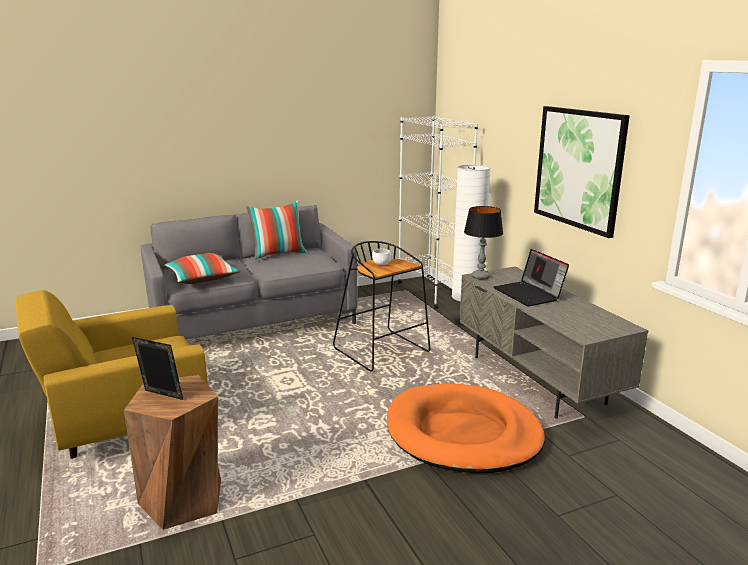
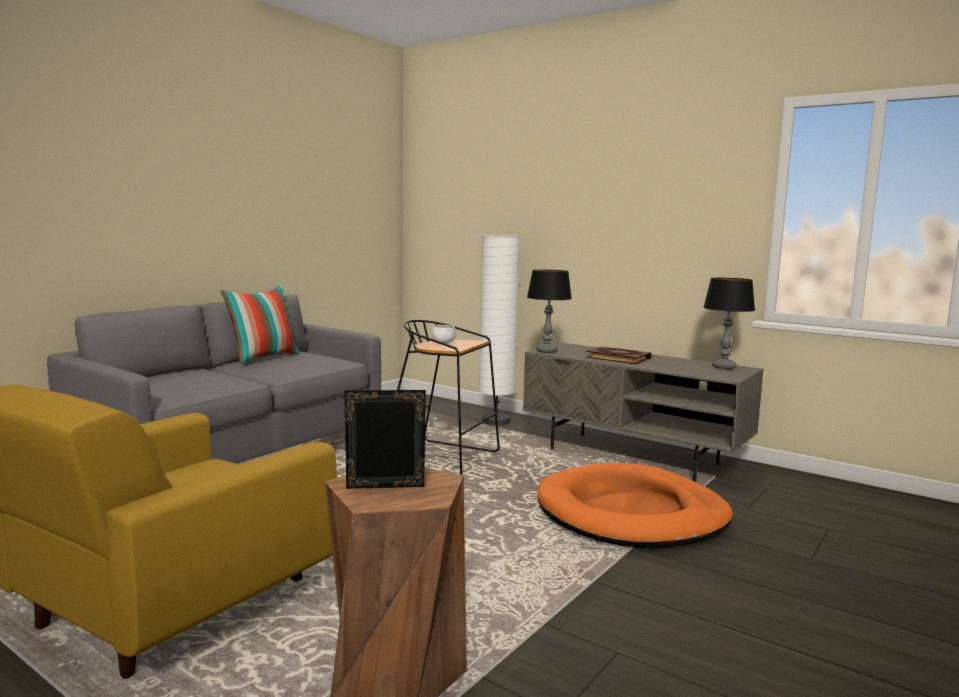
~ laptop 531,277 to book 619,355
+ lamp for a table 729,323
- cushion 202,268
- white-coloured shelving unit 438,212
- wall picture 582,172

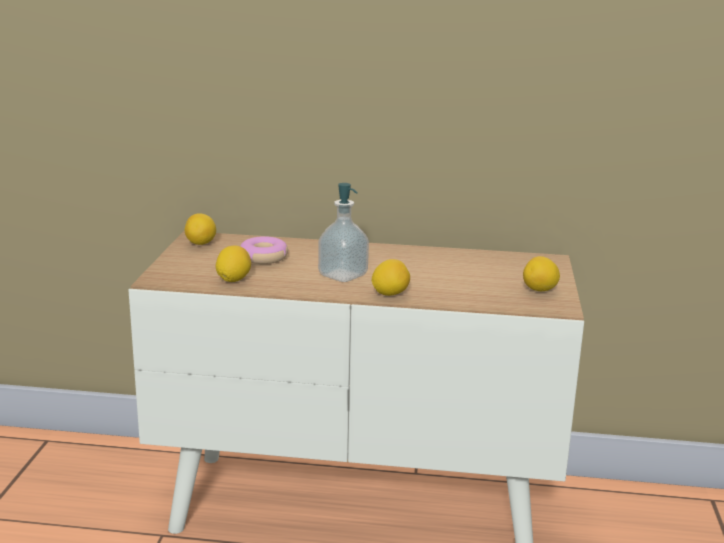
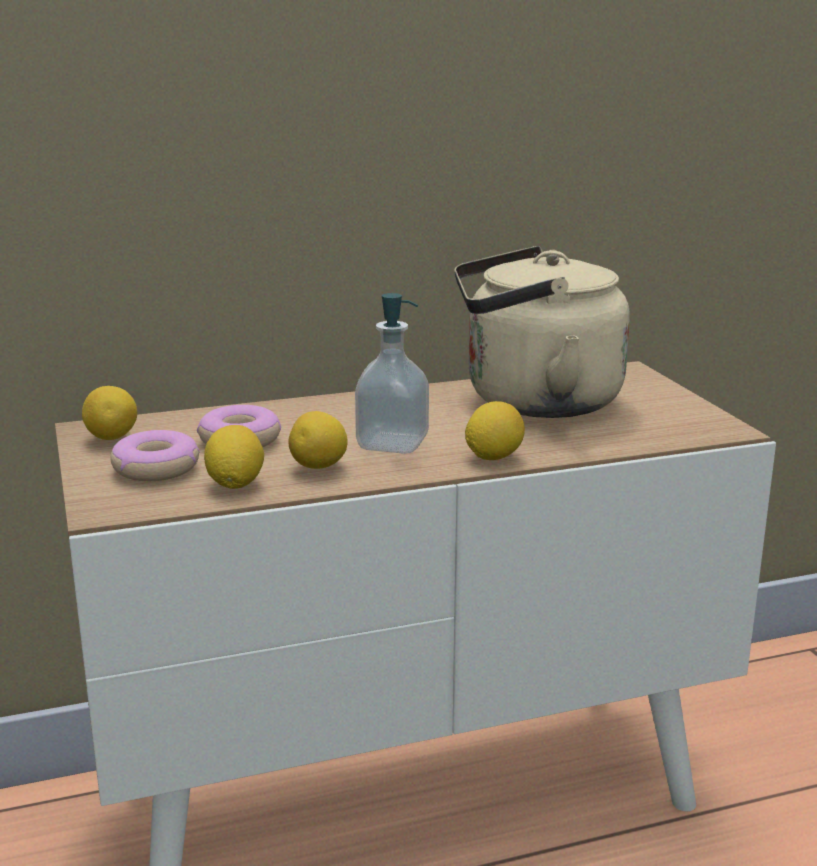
+ donut 154,455
~ whole lemon 541,273 to 318,440
+ sand-coloured water kettle 542,332

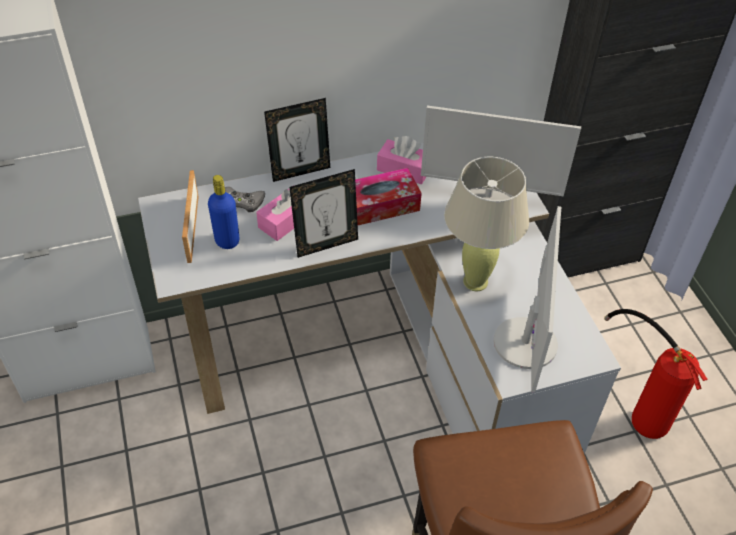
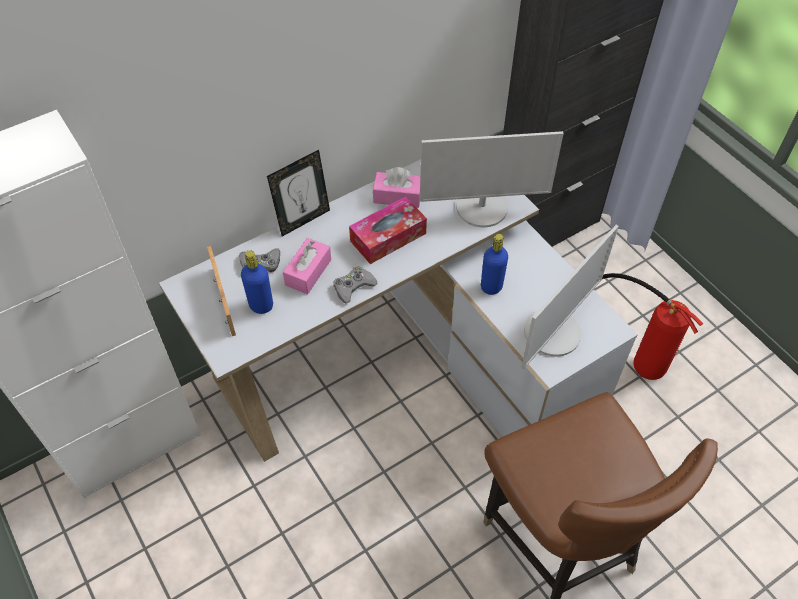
~ standing frame 323,213 to greyish game controller 356,285
~ sand-coloured lamp for a table 486,223 to blue-coloured drink bottle 494,264
~ monitor 527,299 = 570,297 45 degrees clockwise

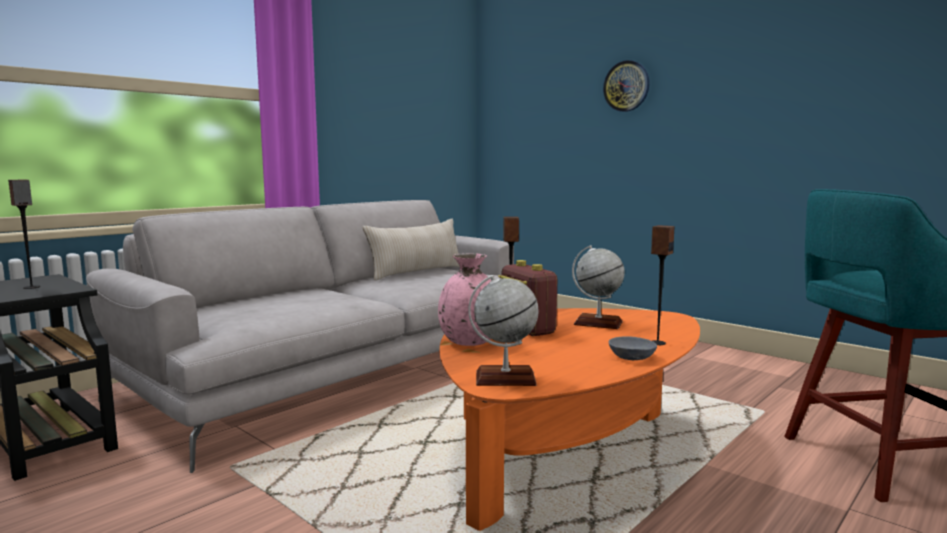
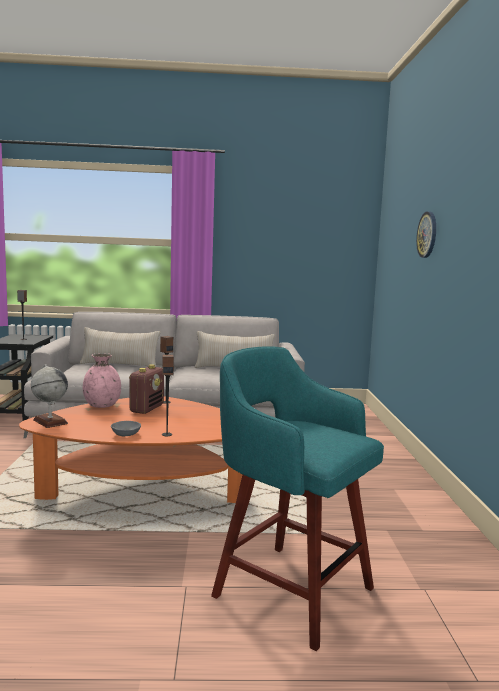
+ sand-coloured cushion 120,347
- desk globe 598,287

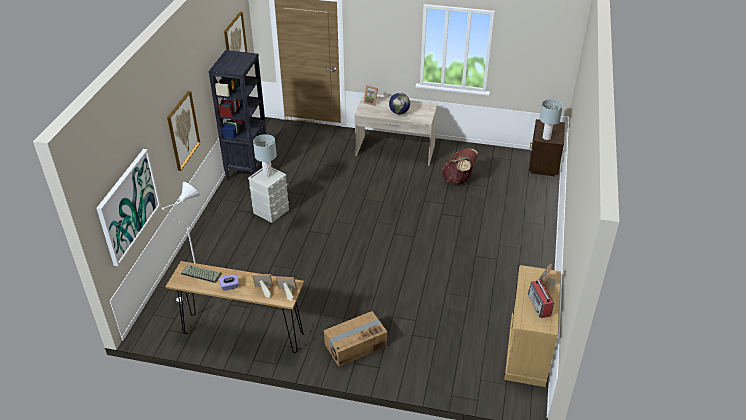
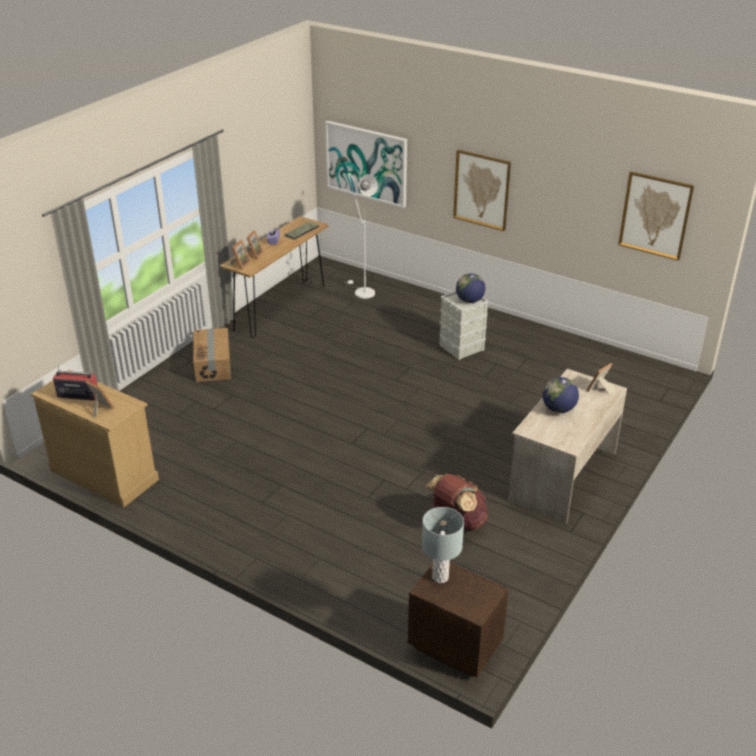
~ greyish lamp for a table 265,155 to desk globe 470,288
- black shelving unit 238,114

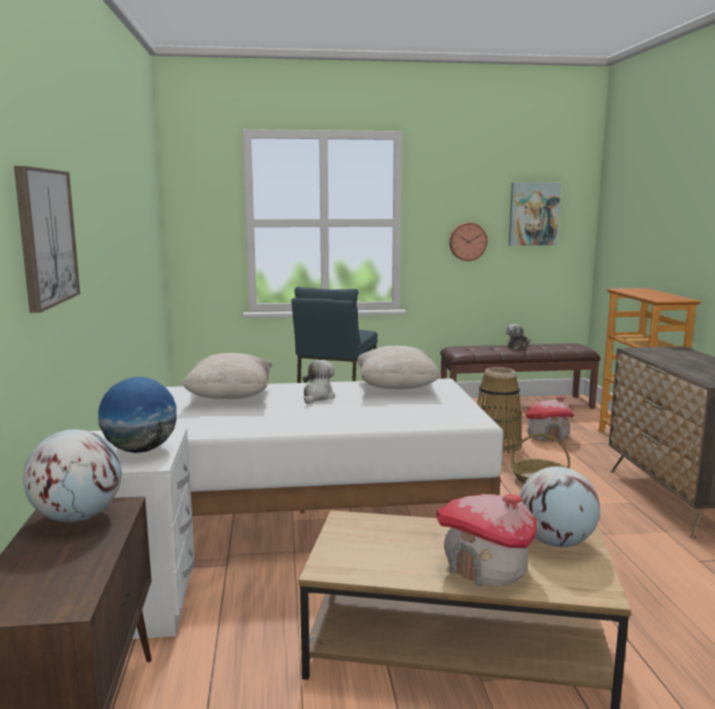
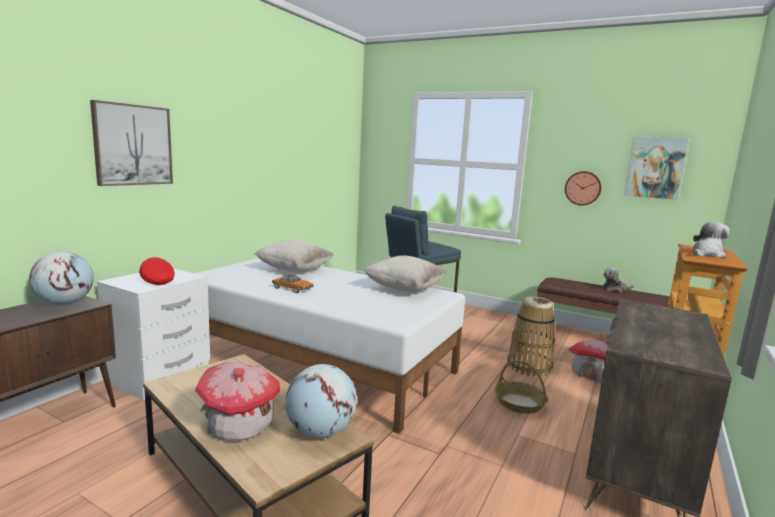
~ desk globe 137,415 to red peaked cap 157,271
+ model car 293,284
~ cuddly toy 318,382 to 710,240

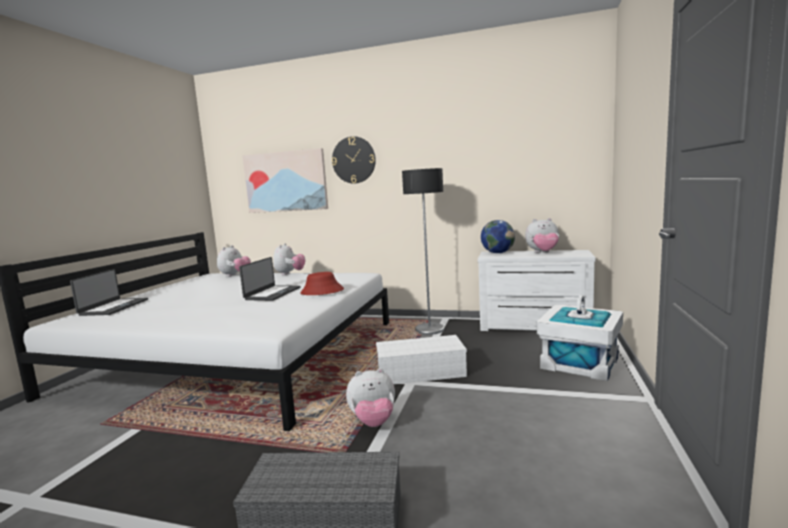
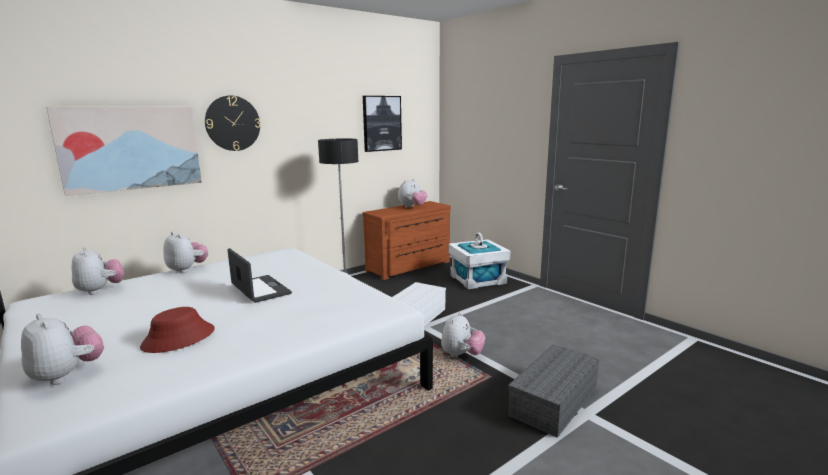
~ laptop 109,292 to cuddly toy 62,349
~ red hat 322,283 to 177,330
~ white-coloured drawer chest 537,290 to brown-coloured drawer chest 406,240
+ wall picture 382,124
- desk globe 498,236

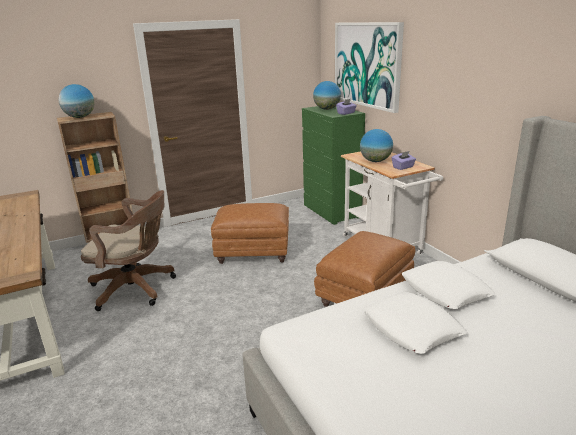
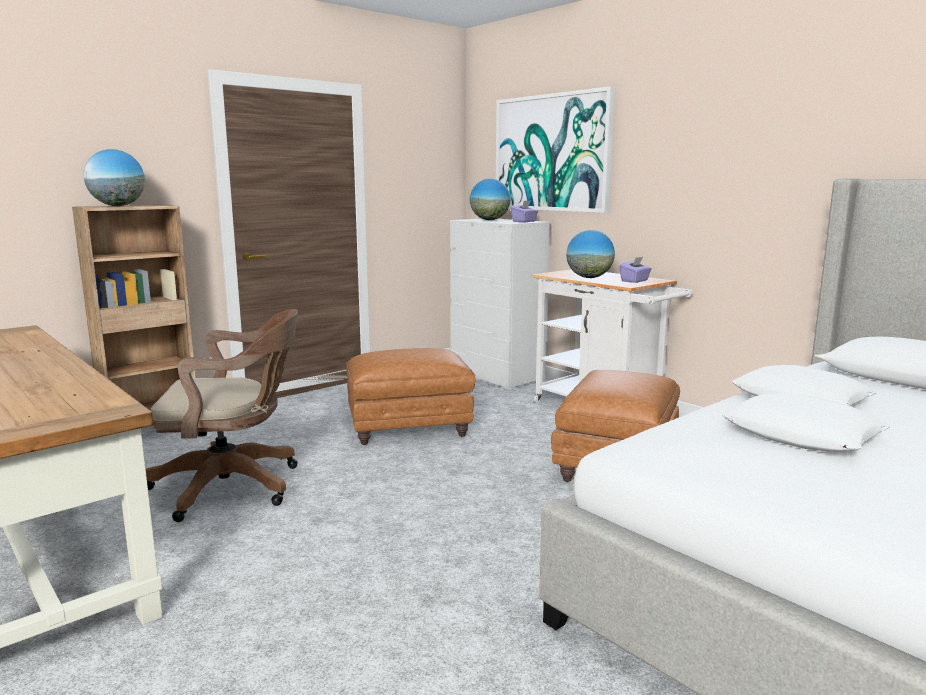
~ green-coloured drawer chest 333,165 to white-coloured drawer chest 500,304

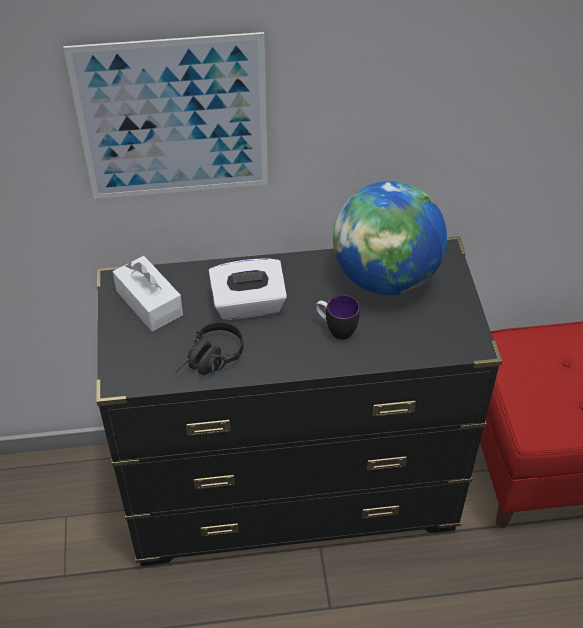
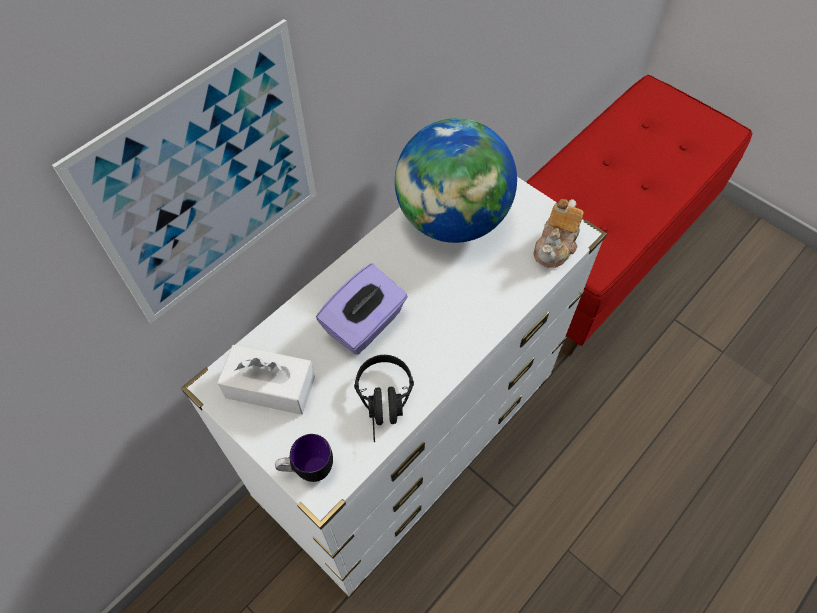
~ black drawer chest 299,401 to white-coloured drawer chest 394,387
~ tea mug 338,317 to 304,458
~ white-coloured tissue box 247,289 to purple-coloured tissue box 362,309
+ tea pot 559,233

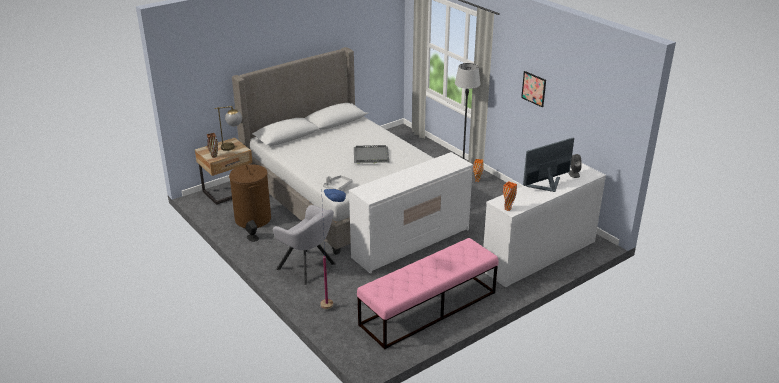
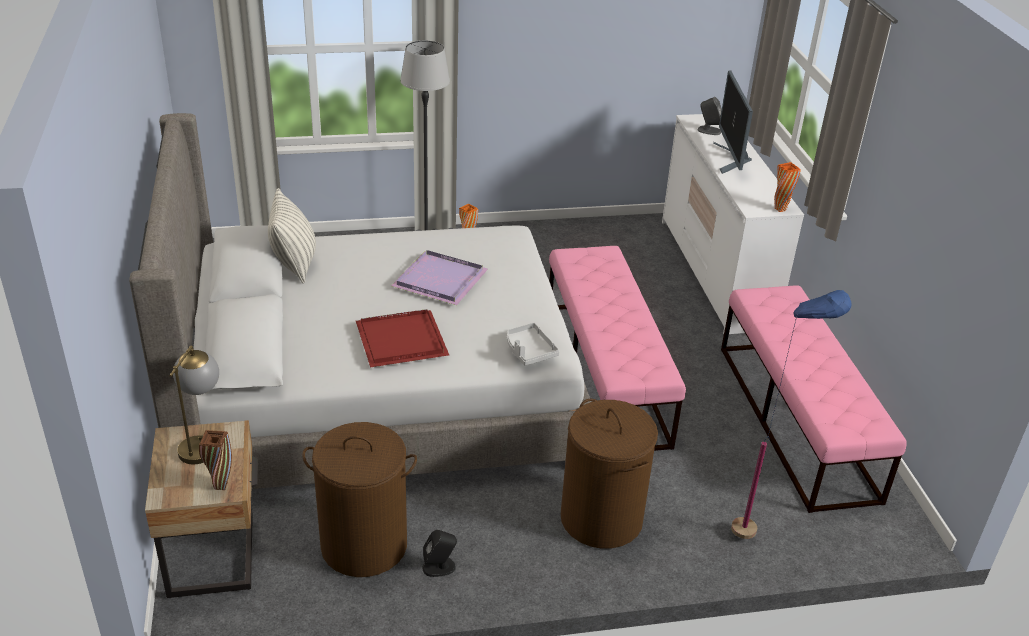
+ cushion 292,236
+ red tray 402,338
~ greyish tray 371,154 to purple-coloured tray 439,277
~ white-coloured drawer chest 411,213 to pink long seat 617,348
~ greyish easy chair 304,245 to brown-coloured laundry basket 609,474
- wall picture 533,89

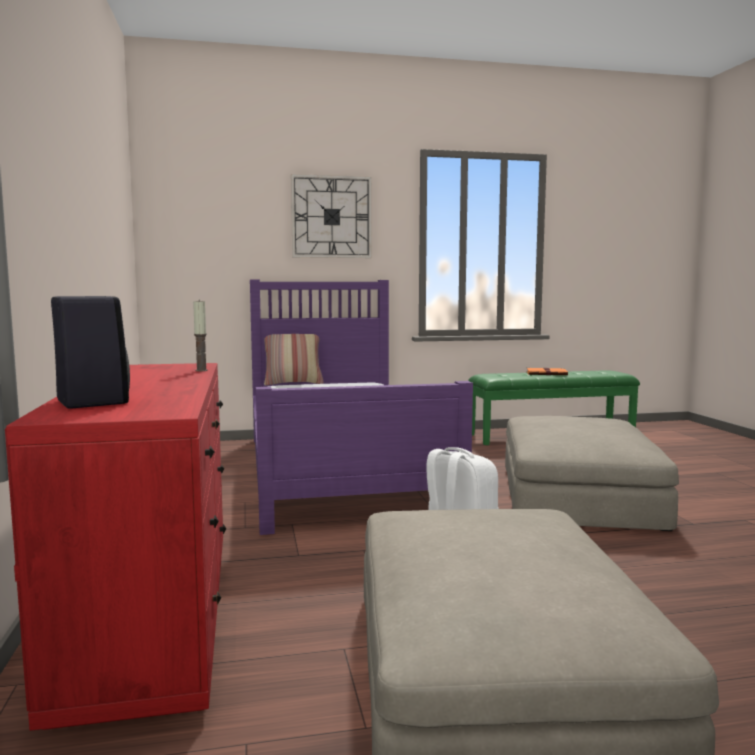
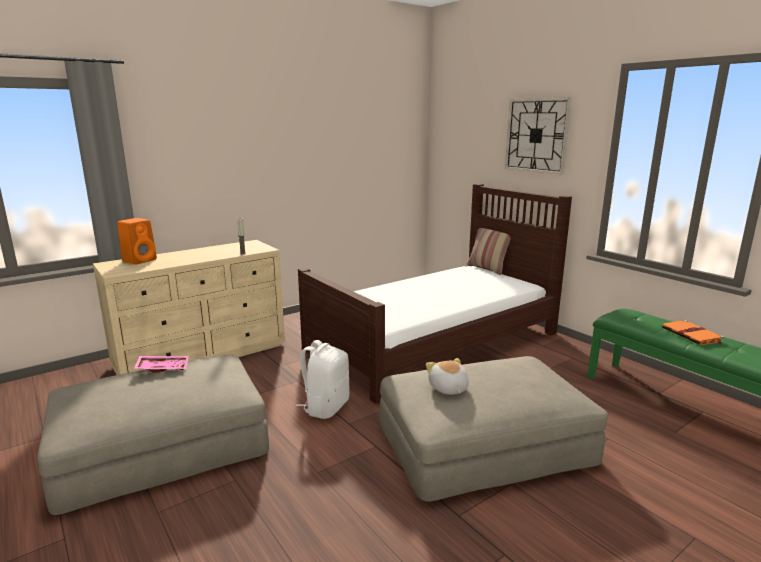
~ red drawer chest 115,547 to sand-coloured drawer chest 189,307
~ black speaker 90,352 to orangey speaker 137,241
+ pink tray 161,364
~ purple-coloured bedroom bed 361,407 to brown-coloured bedroom bed 435,294
+ cuddly toy 447,376

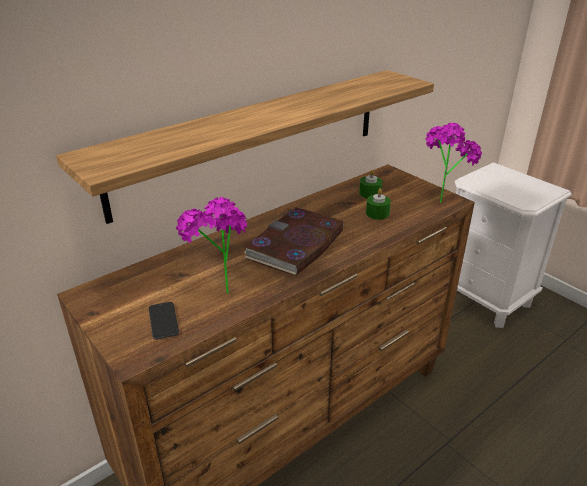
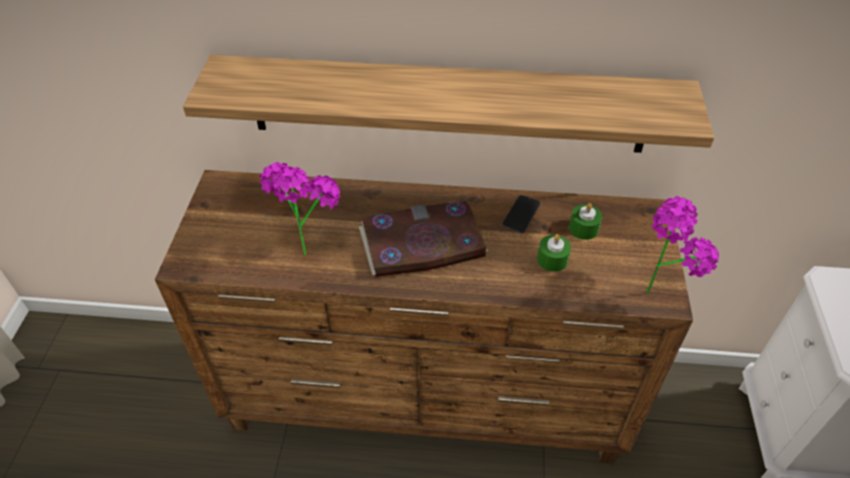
~ telephone 164,321 to 521,214

